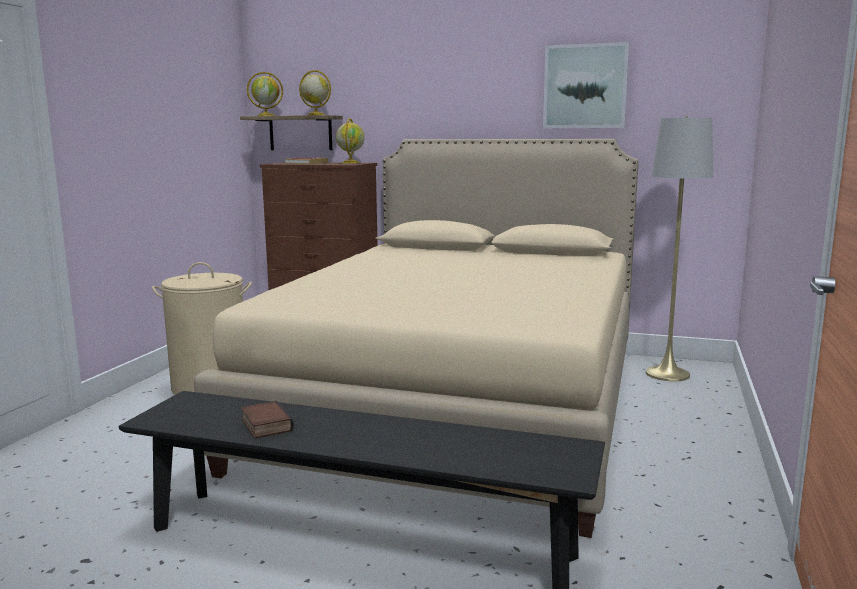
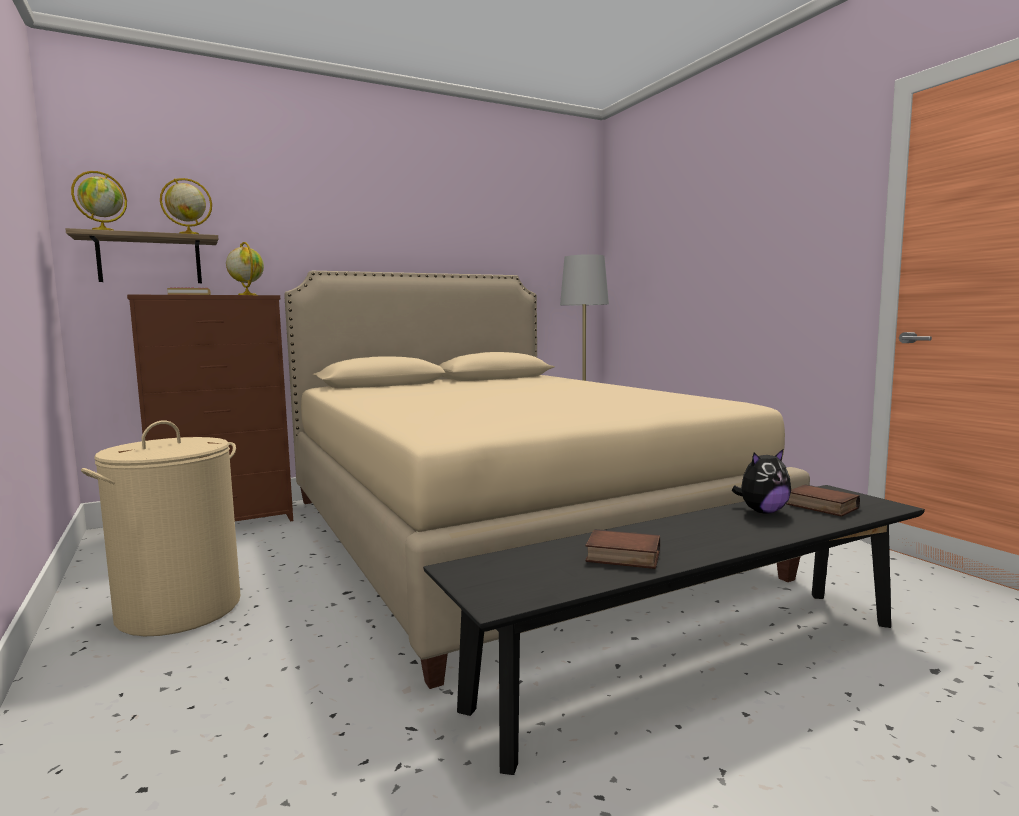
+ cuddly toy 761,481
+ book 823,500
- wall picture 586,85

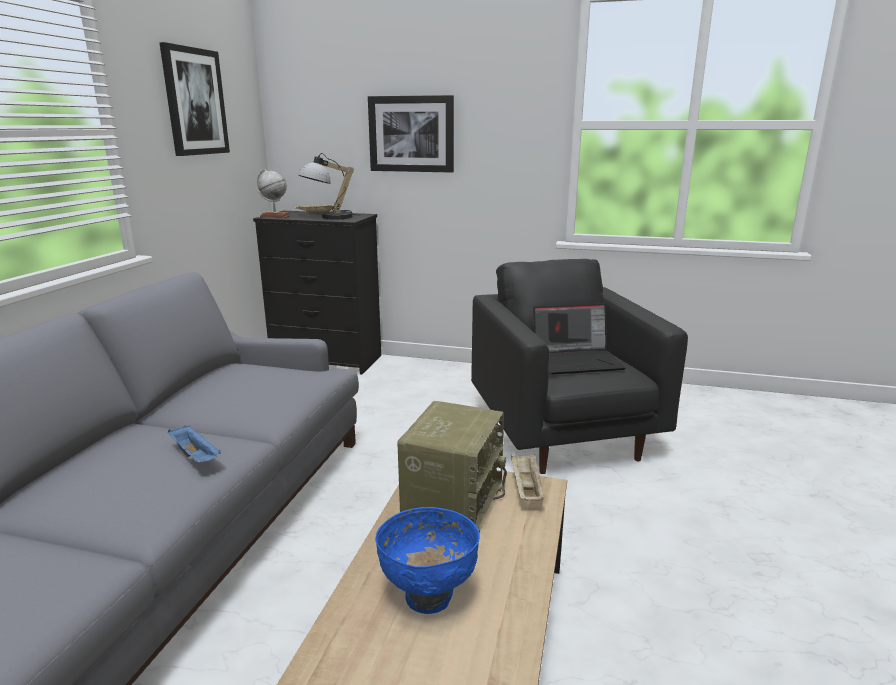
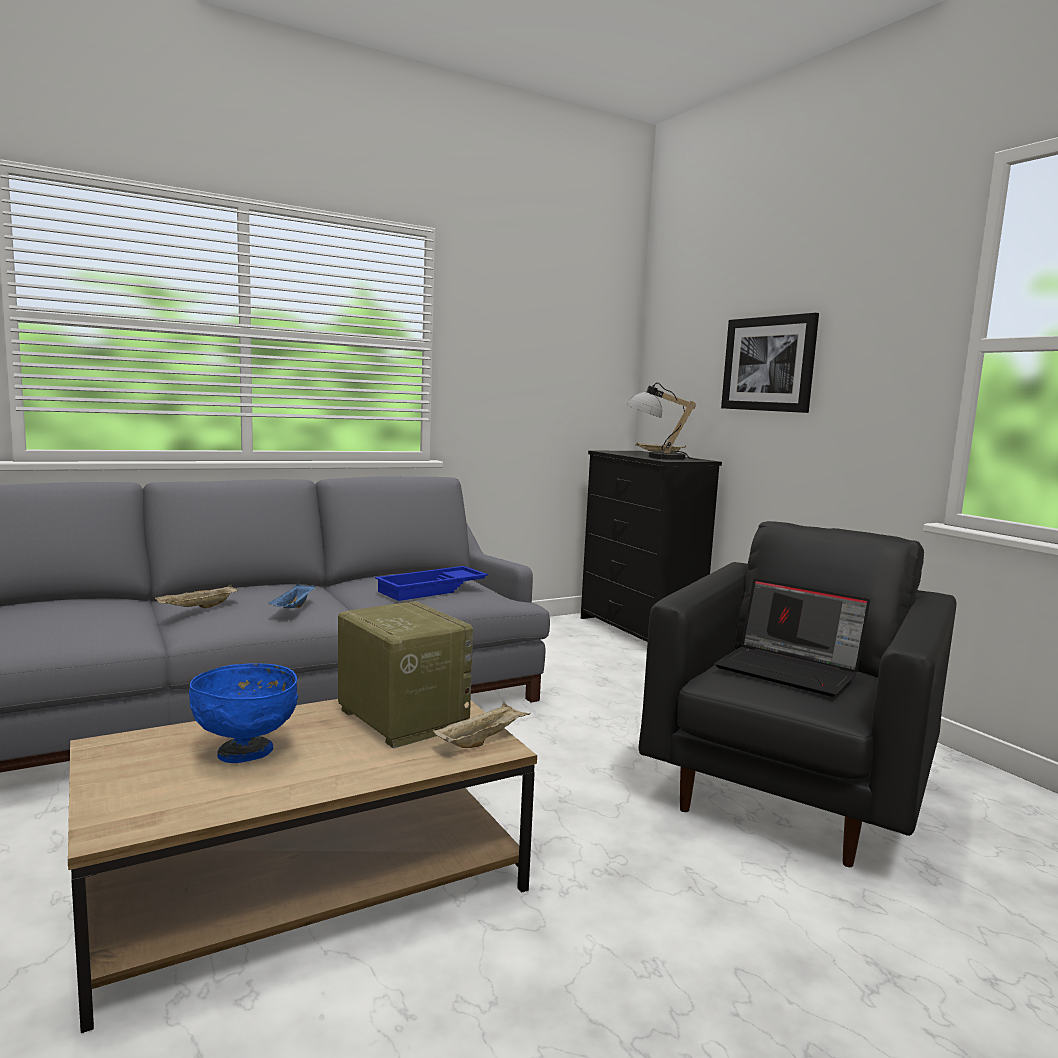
+ sand-coloured tray 196,596
~ radio set 452,467 = 405,675 105 degrees counterclockwise
+ blue-coloured tray 431,583
- wall picture 194,99
- desk globe 273,193

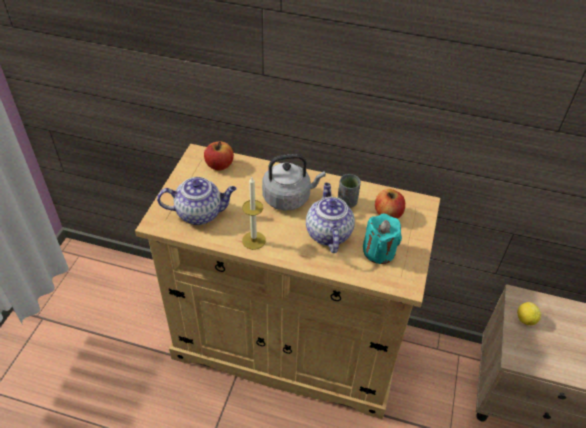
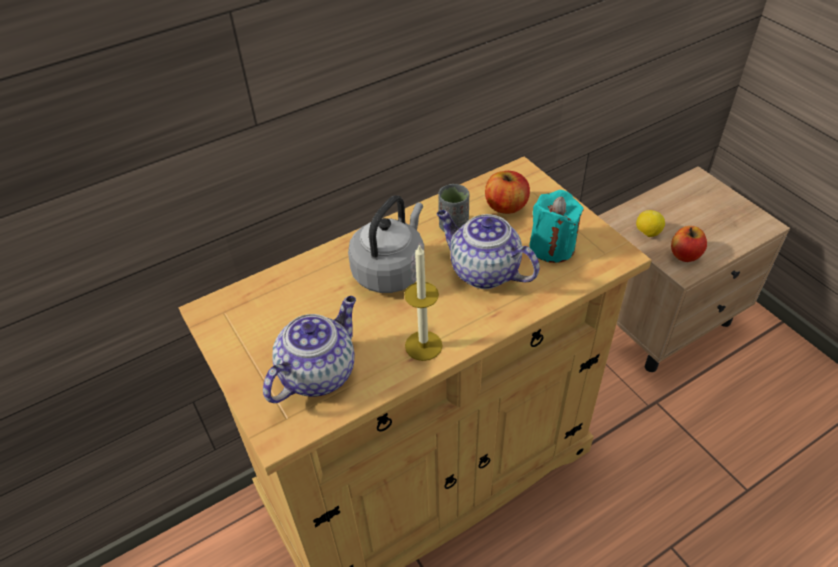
~ whole apple 219,156 to 689,244

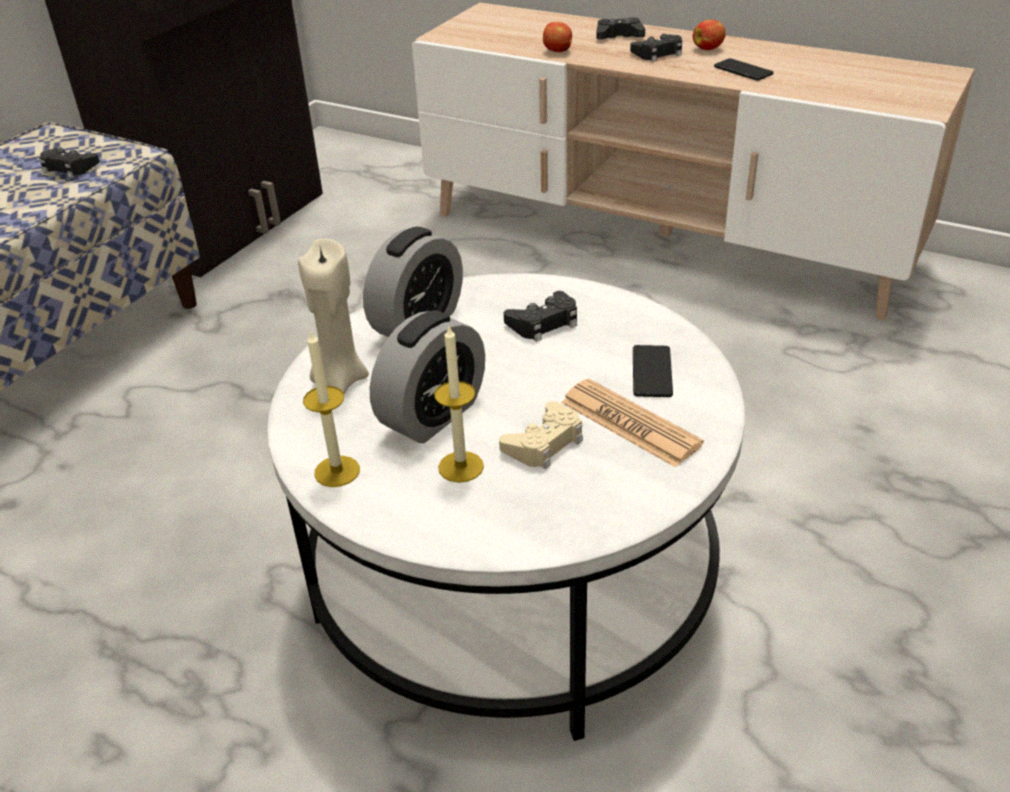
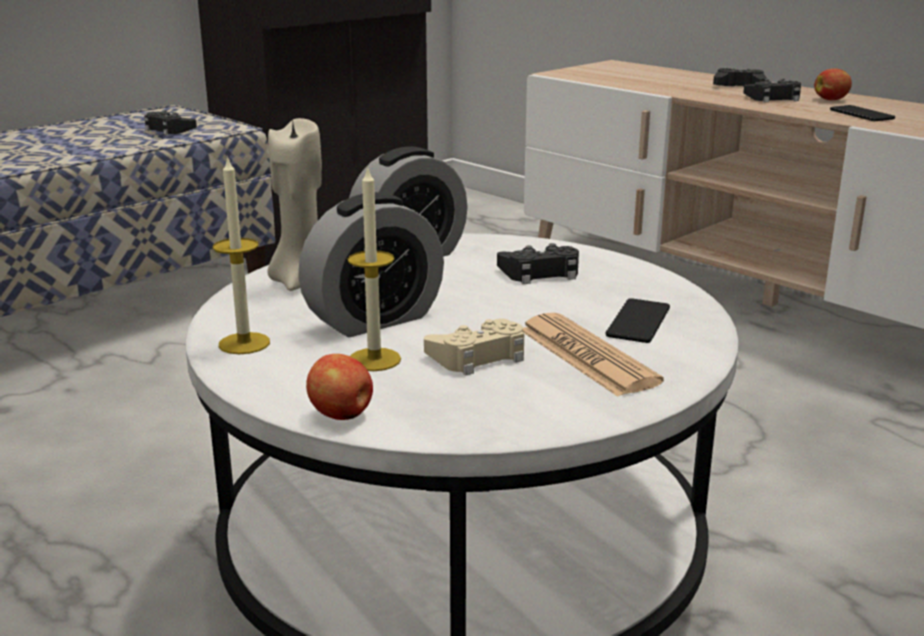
~ whole apple 557,37 to 339,387

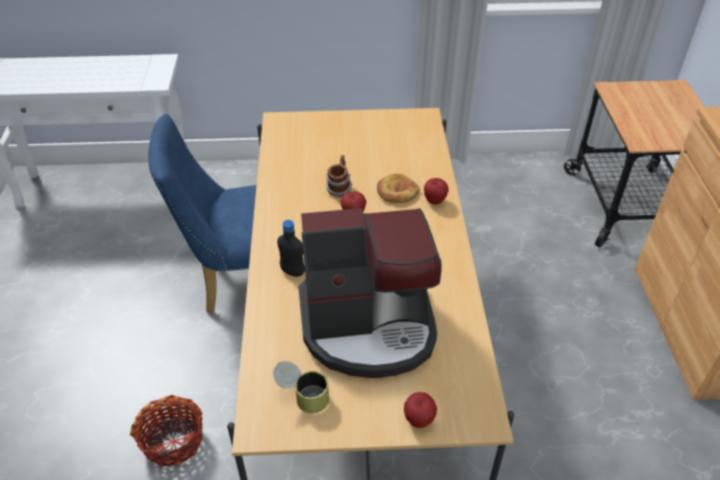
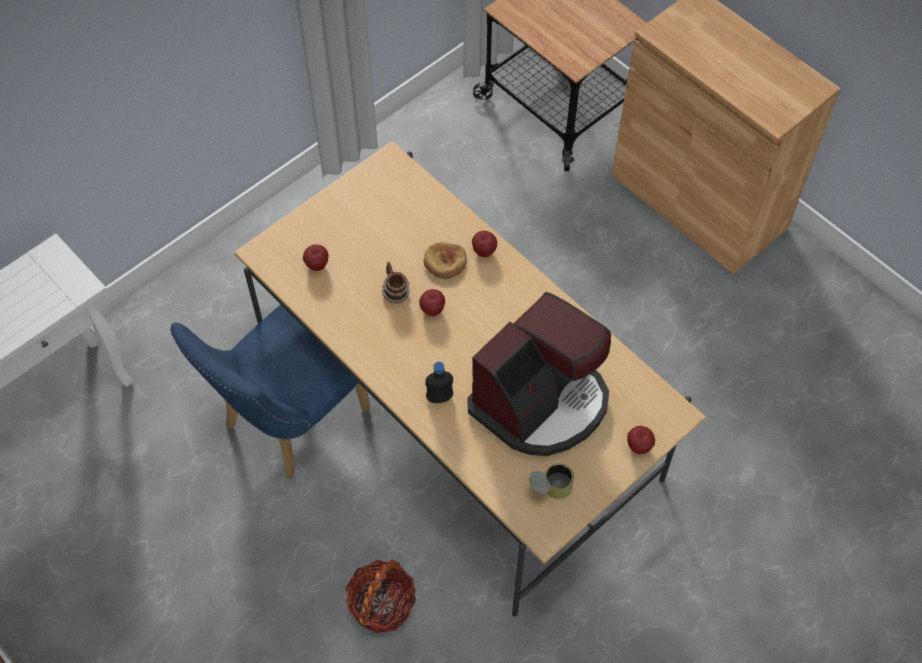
+ whole apple 315,257

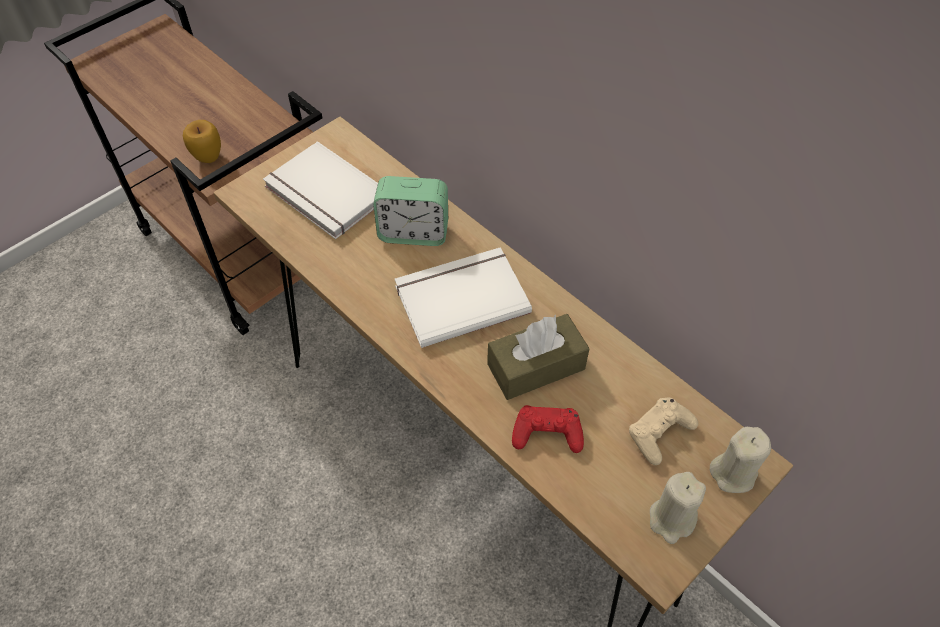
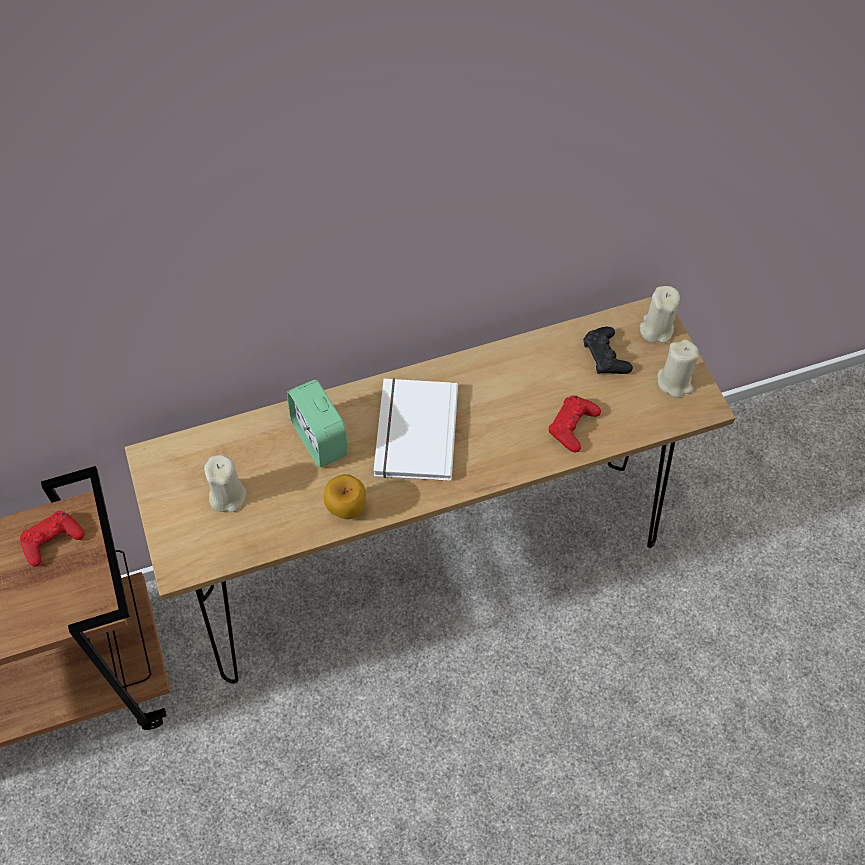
+ red game controller 52,539
~ white-coloured book 320,190 to sand-coloured candle 225,483
~ table clock 410,211 = 317,423 120 degrees clockwise
~ whole apple 202,141 to 345,496
~ sand-coloured game controller 663,431 to black game controller 608,350
- brown-coloured tissue box 538,357

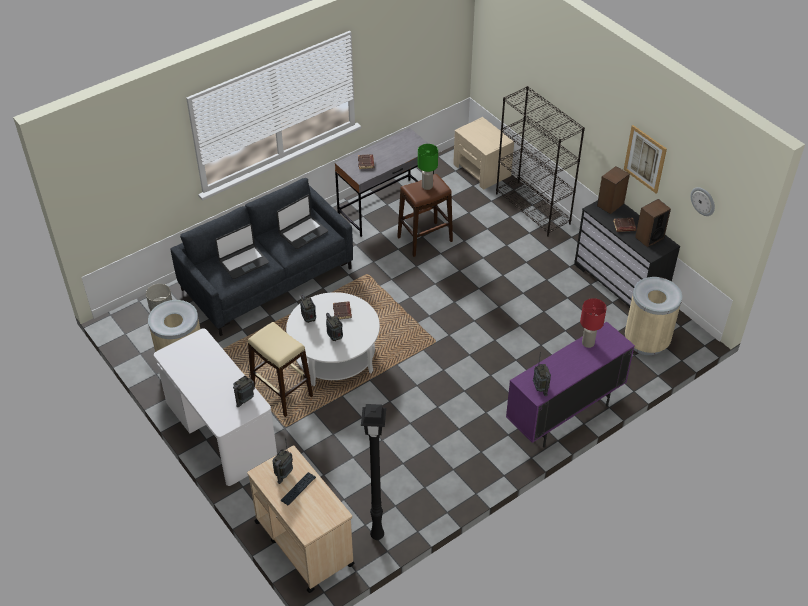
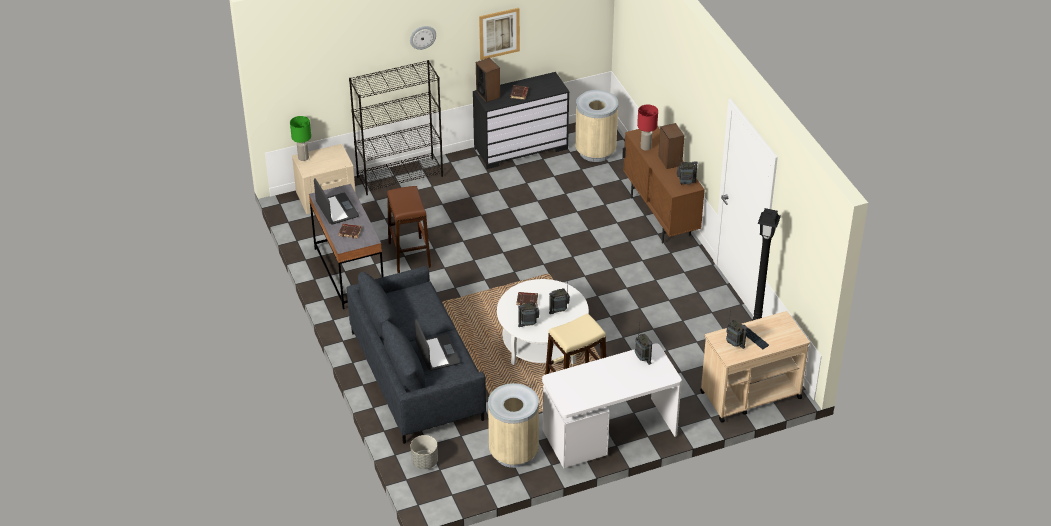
~ green-coloured lamp for a table 428,167 to 300,138
~ laptop 302,222 to 336,201
~ clock on the wall 703,201 to 423,38
~ purple-coloured cabinet 570,385 to brown-coloured cabinet 663,185
~ speaker 653,223 to 671,146

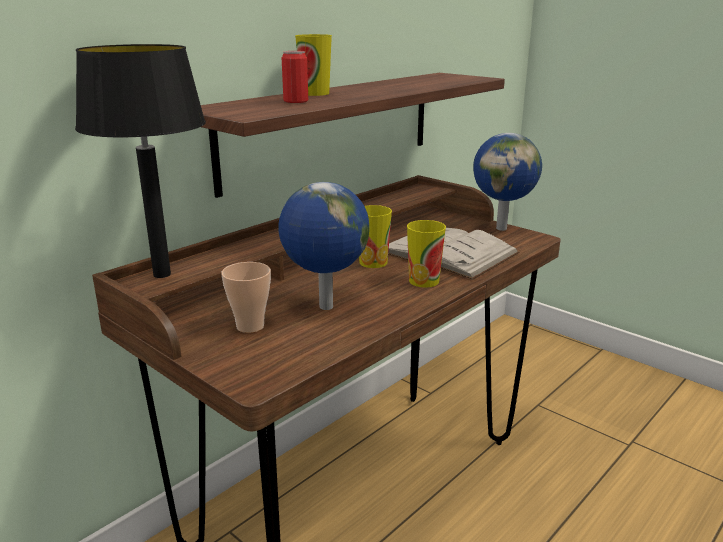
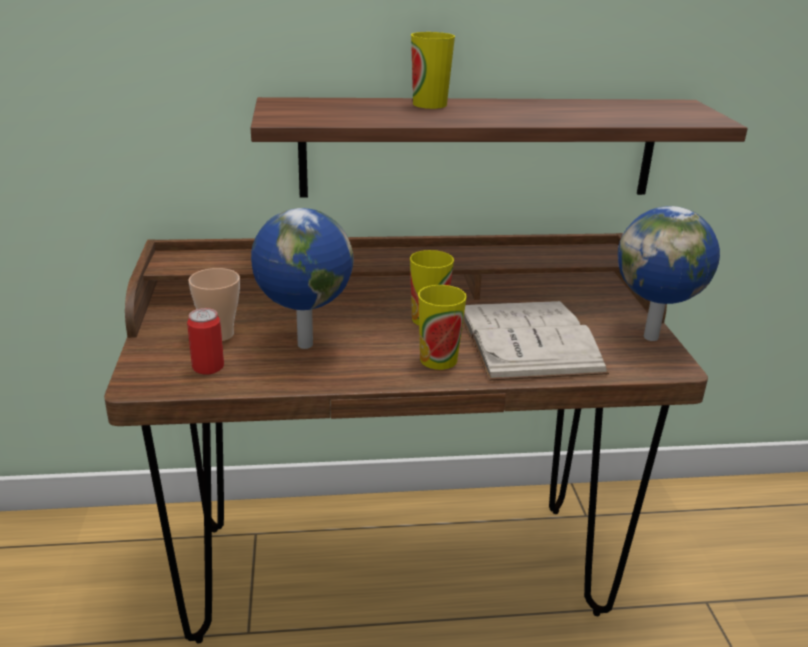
~ can 295,77 to 205,341
- black lamp for a table 140,161

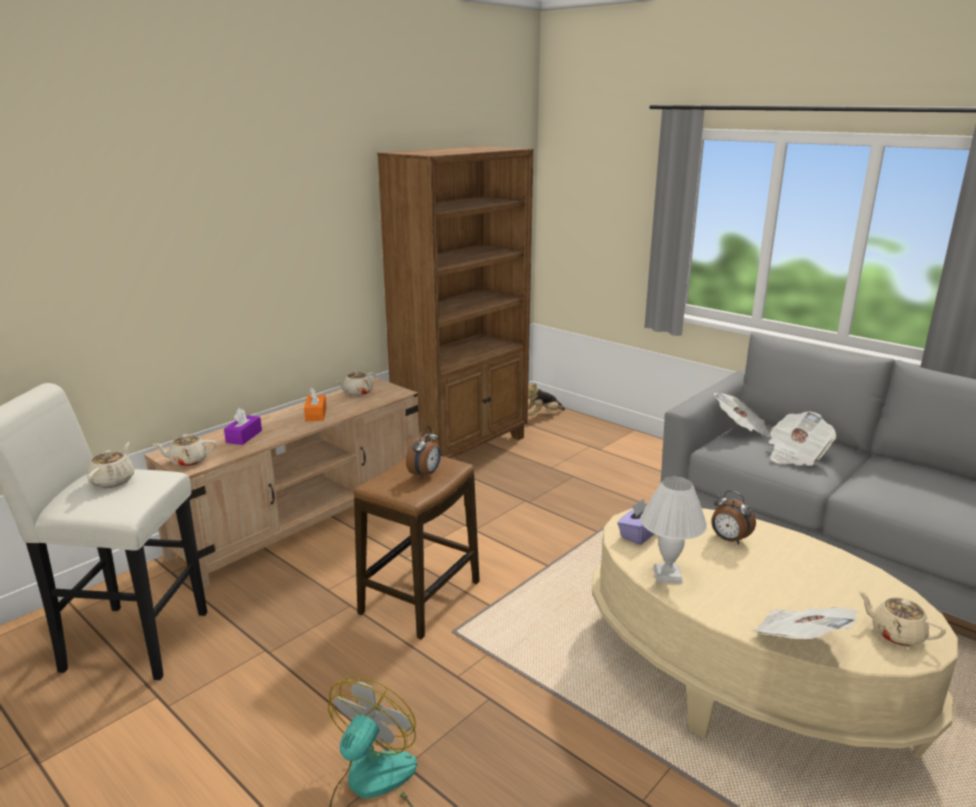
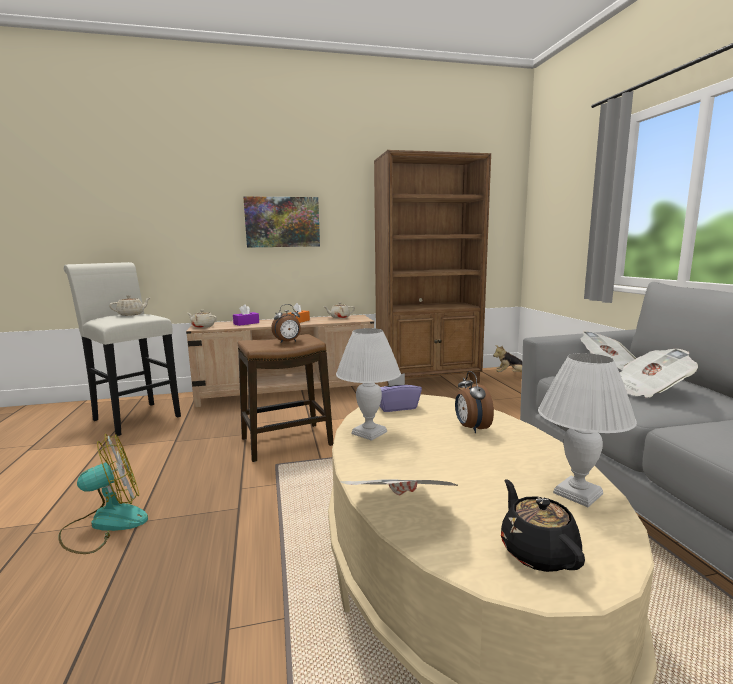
+ wall picture 281,222
~ sand-coloured tea pot 902,618 to black tea pot 543,525
+ white-coloured lamp for a table 587,430

